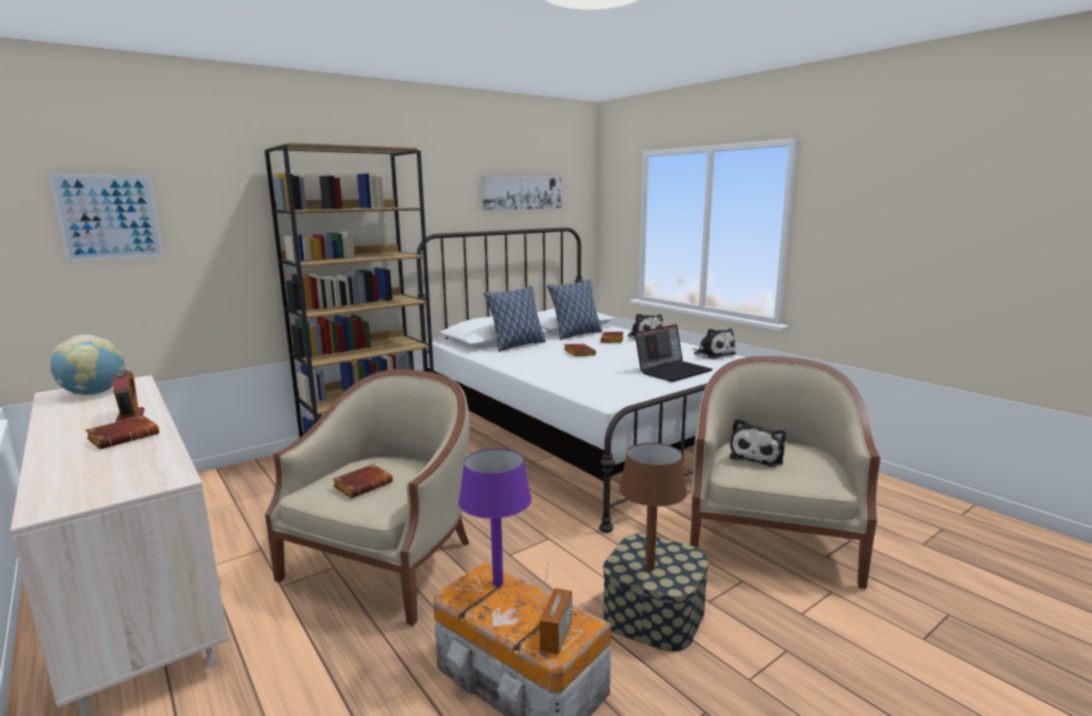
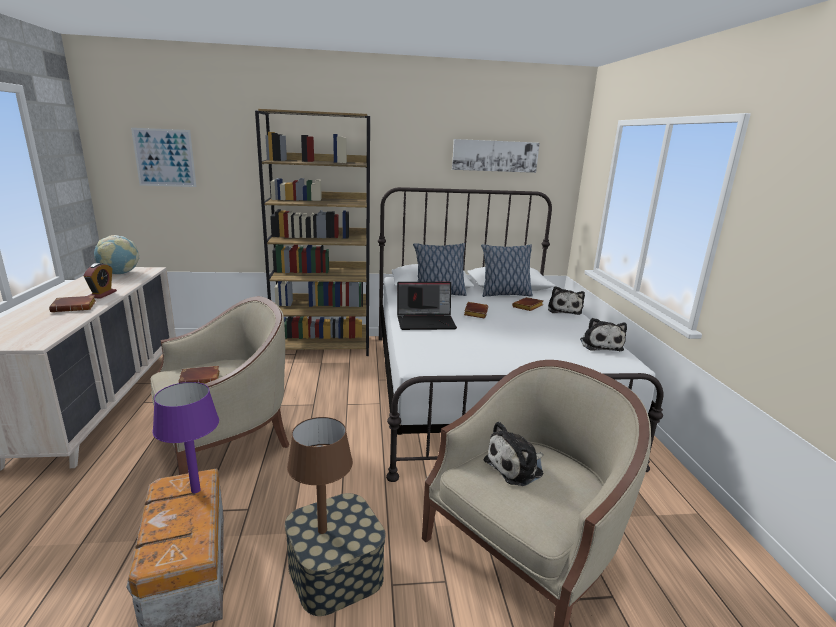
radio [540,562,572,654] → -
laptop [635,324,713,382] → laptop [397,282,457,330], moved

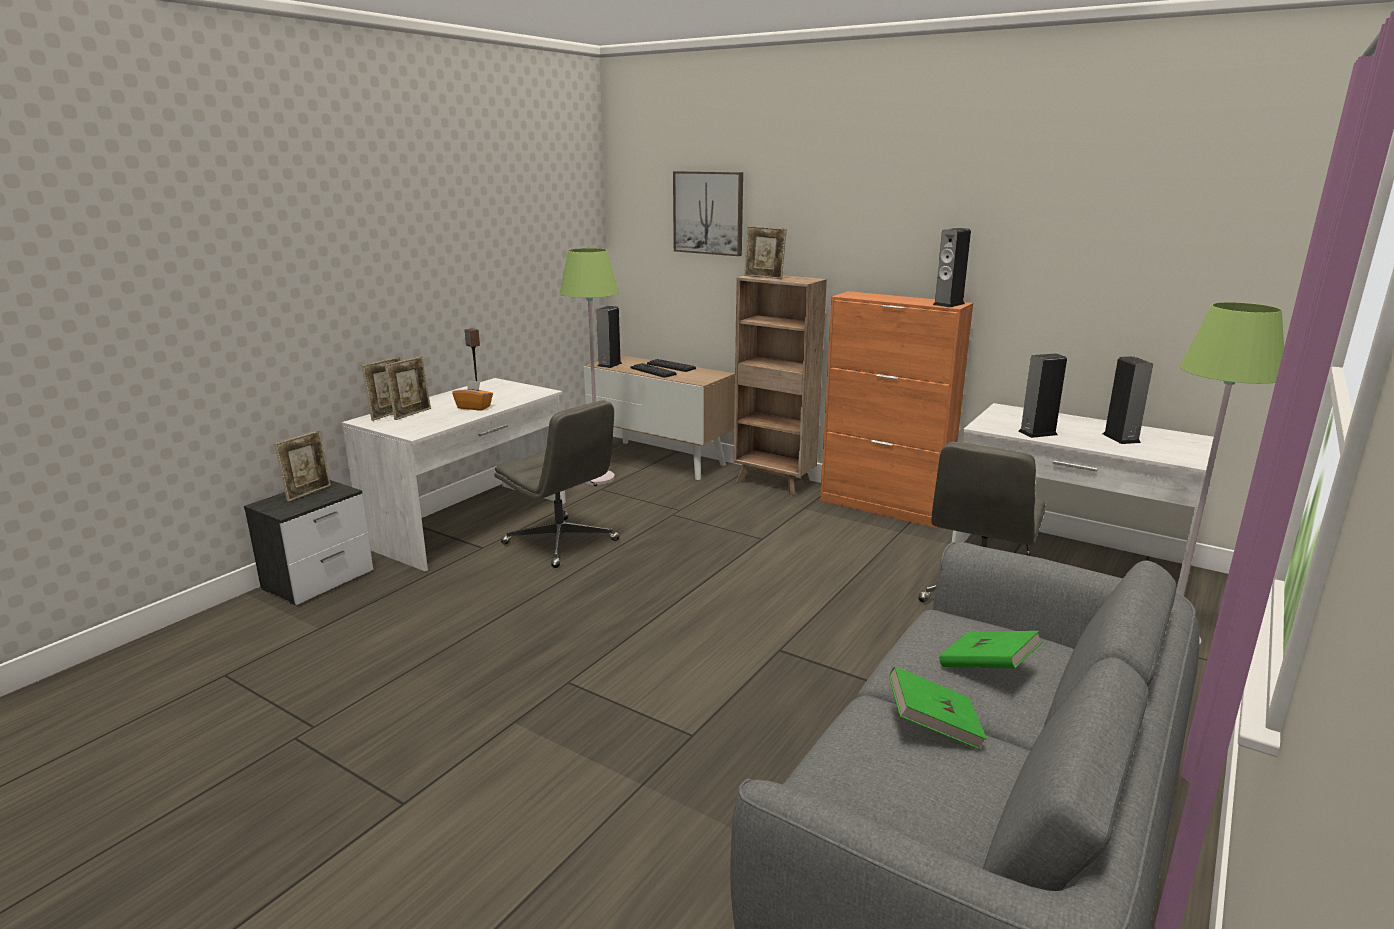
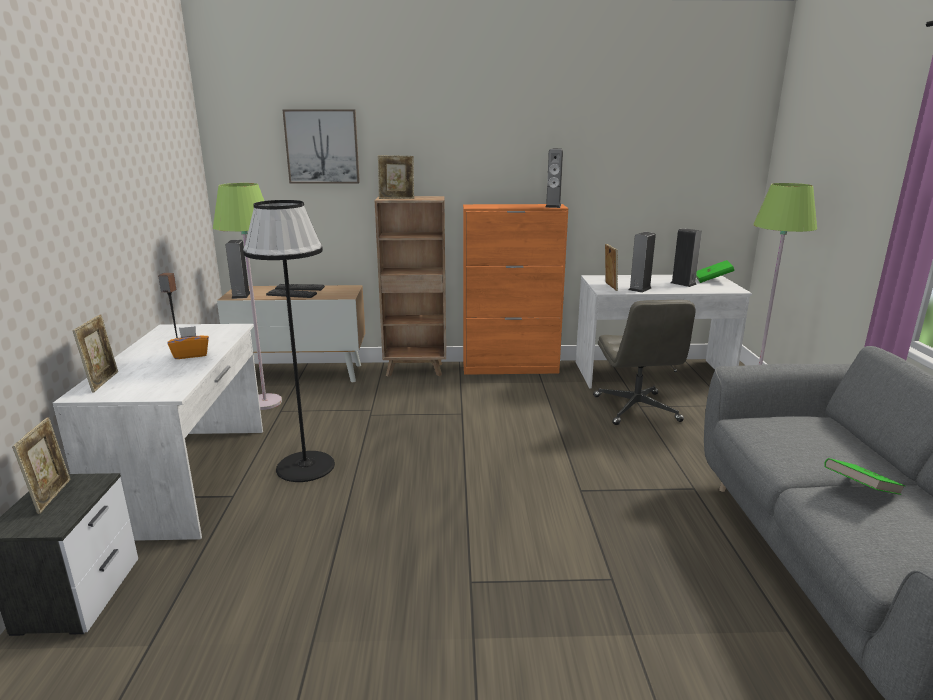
ramka na zdjęcie [385,356,431,420] → ramka na zdjęcie [605,244,618,291], moved
książka/zielony [939,631,1042,669] → książka/zielony [696,260,734,283], moved
krzesło biurowe/szary [494,400,619,568] → lampa stojąca/czarny [243,200,335,482]

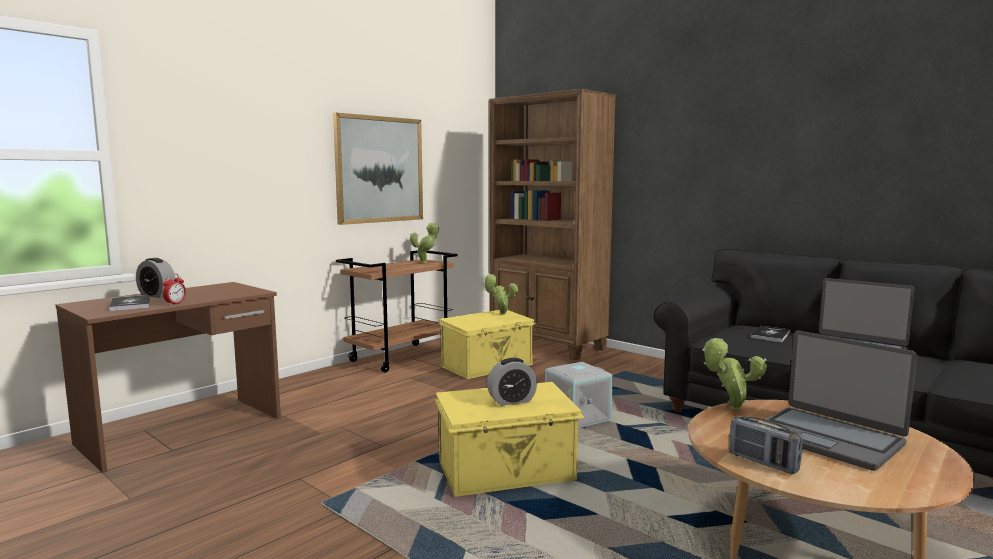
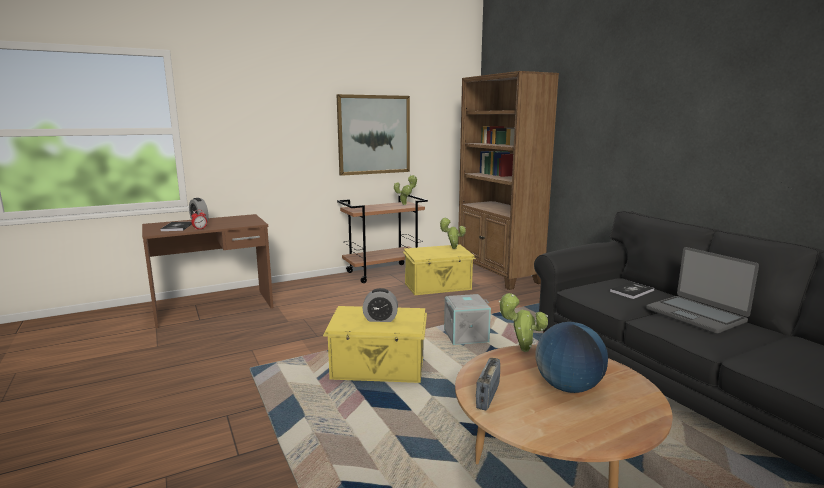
laptop [762,330,917,471] → globus [535,322,608,393]
radio [729,415,803,474] → radio [476,358,500,410], 45 degrees clockwise

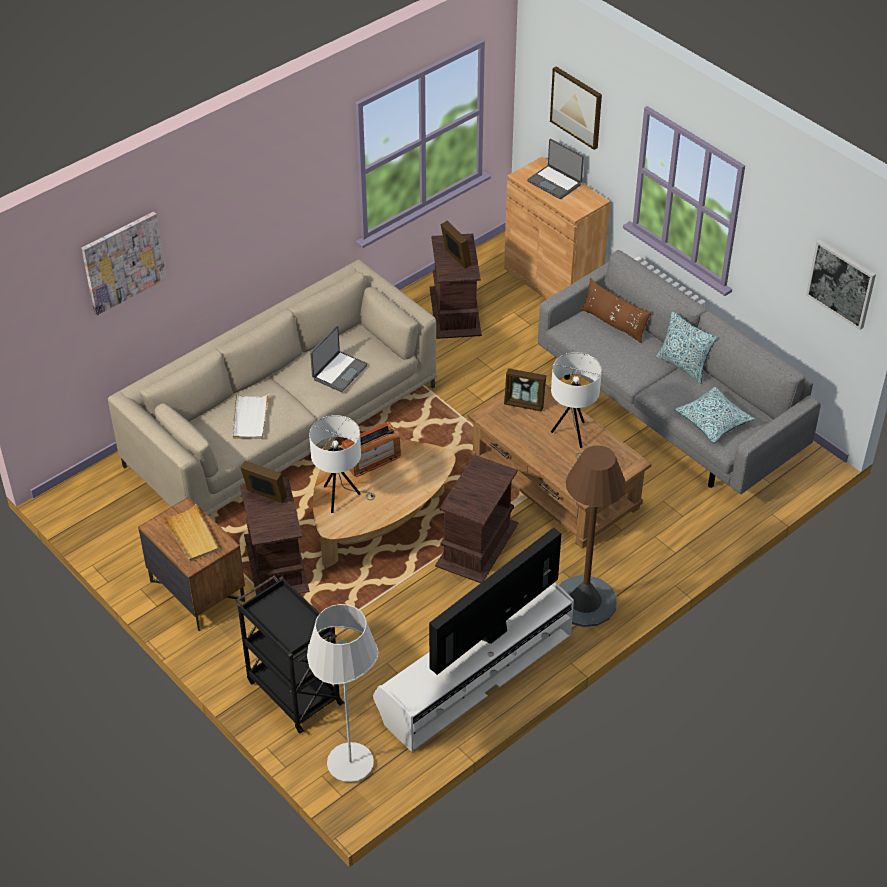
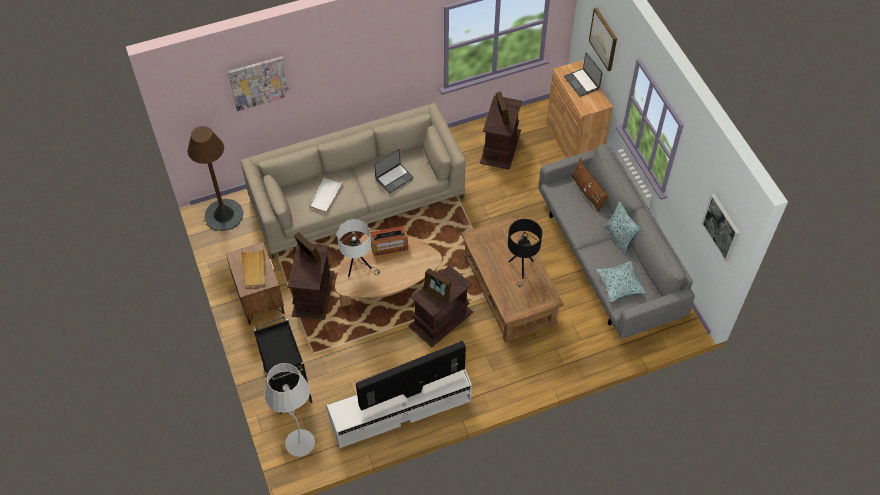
ramka na zdjęcie [504,368,546,411] → ramka na zdjęcie [423,269,451,302], moved
lampa stojąca/brązowy [559,445,626,627] → lampa stojąca/brązowy [187,126,243,231], moved
lampa stołowa/biały [551,352,602,459] → lampa stołowa/czarny [508,219,542,287]

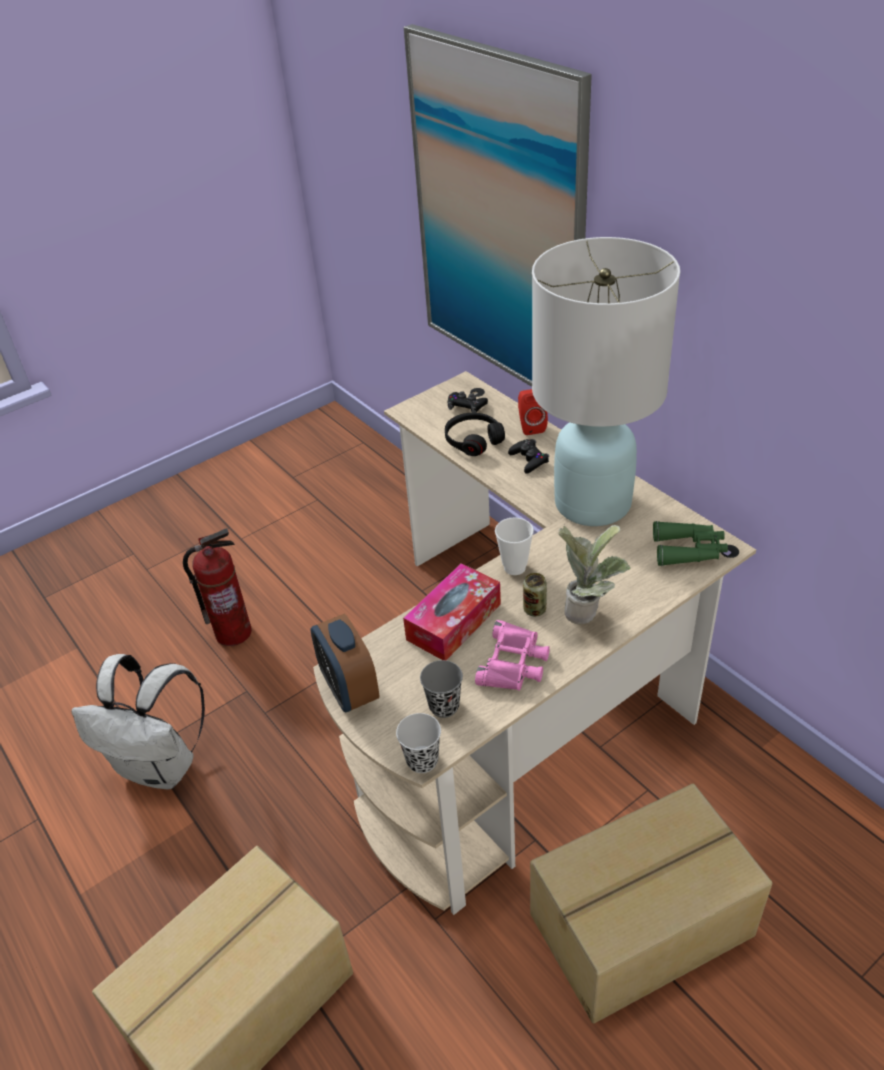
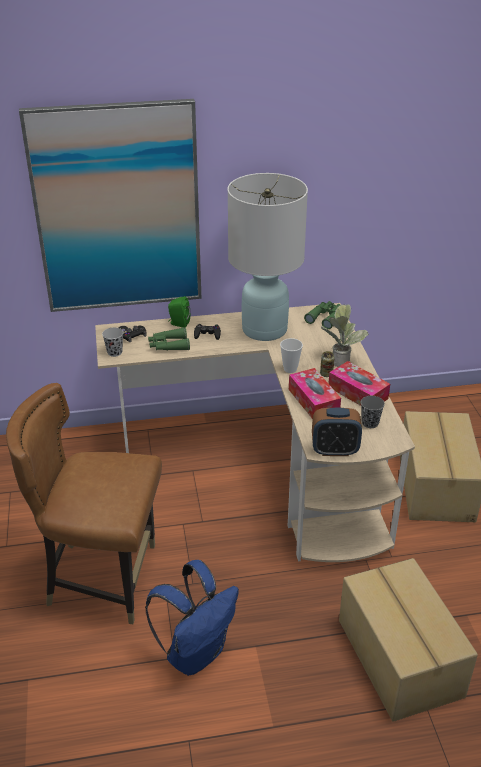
filiżanka/czarny [396,713,441,773] → filiżanka/czarny [102,327,123,357], moved
gaśnica [183,528,252,646] → krzesło/brązowy [6,383,162,624]
słuchawki/czarny [445,413,505,456] → lornetka/zielony [148,327,190,350]
lornetka/różowy [475,620,550,691] → pudełko chusteczek [328,361,390,406]
plecak/biały [71,654,205,790] → plecak/niebieski [145,560,239,676]
głośnik/czerwony [518,389,548,435] → głośnik/zielony [168,296,190,328]

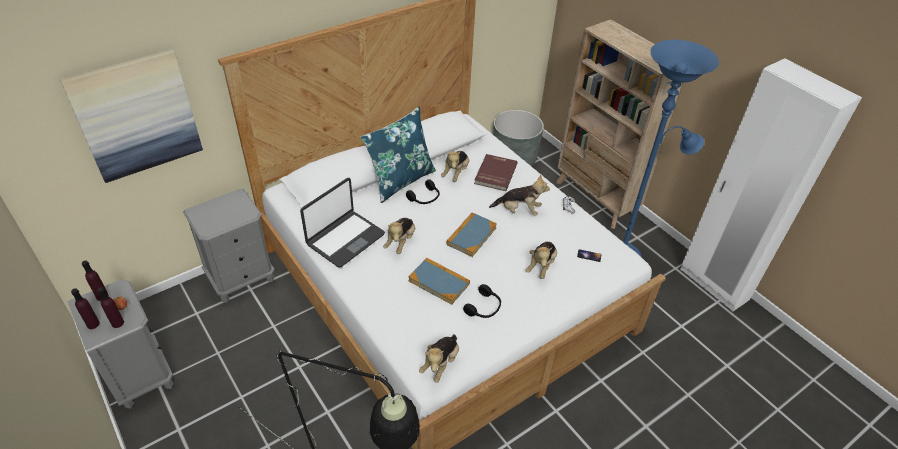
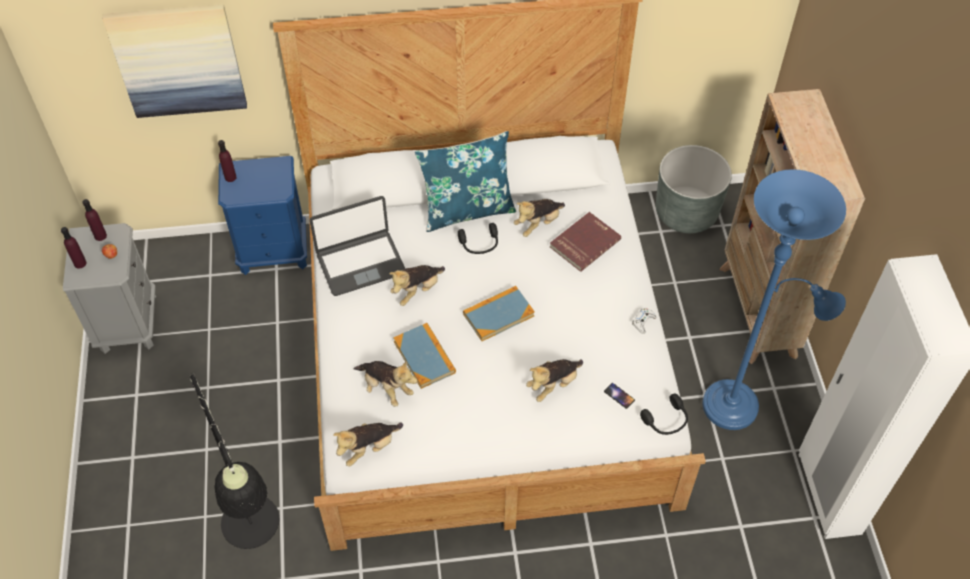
butelka/fioletowy [97,287,124,328] → butelka/fioletowy [218,140,237,182], moved
słuchawki/czarny [463,284,501,318] → słuchawki/czarny [640,394,688,435], moved
pluszak [489,174,550,215] → pluszak [354,361,418,407], moved
szafka nocna/szary [183,188,275,303] → szafka nocna/niebieski [218,156,307,275]

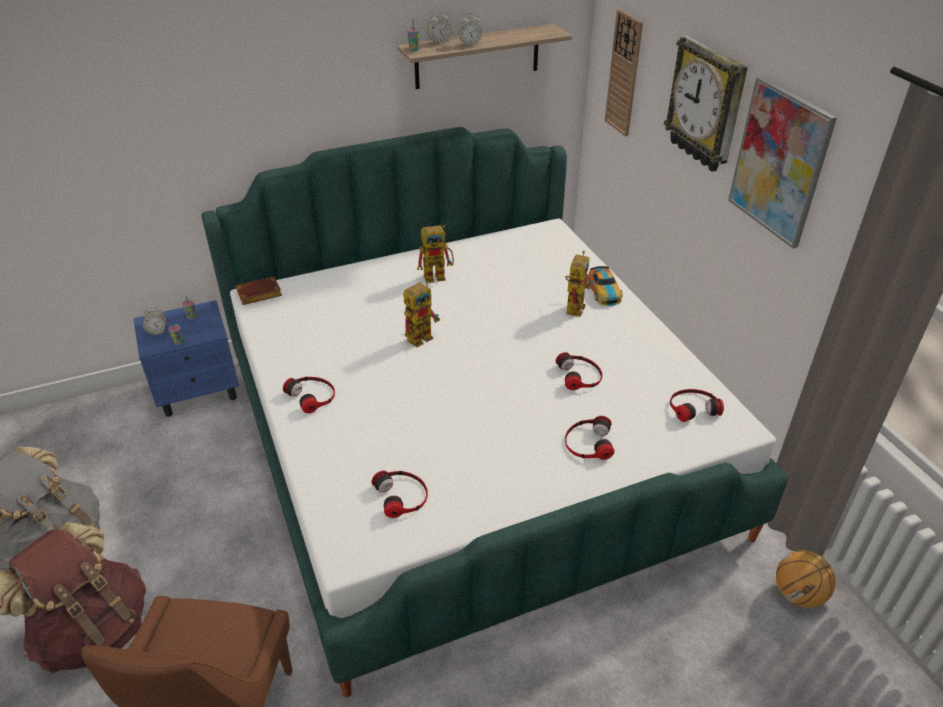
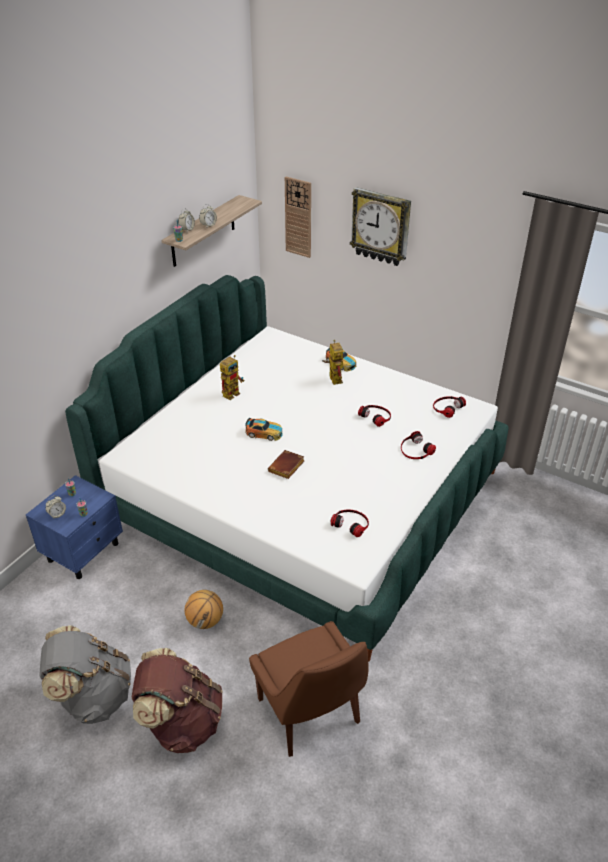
słuchawki [283,377,335,413] → -
obraz [728,77,837,249] → -
książka/brązowy [236,277,282,305] → książka/brązowy [268,450,305,479], moved
piłka do koszykówki [776,551,836,608] → piłka do koszykówki [184,590,223,629], moved
robot zabawkowy [403,281,440,348] → samochodzik [245,418,283,441]

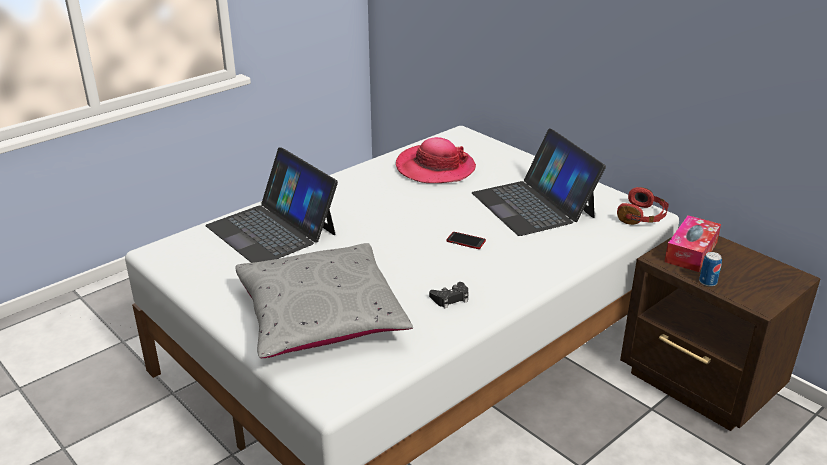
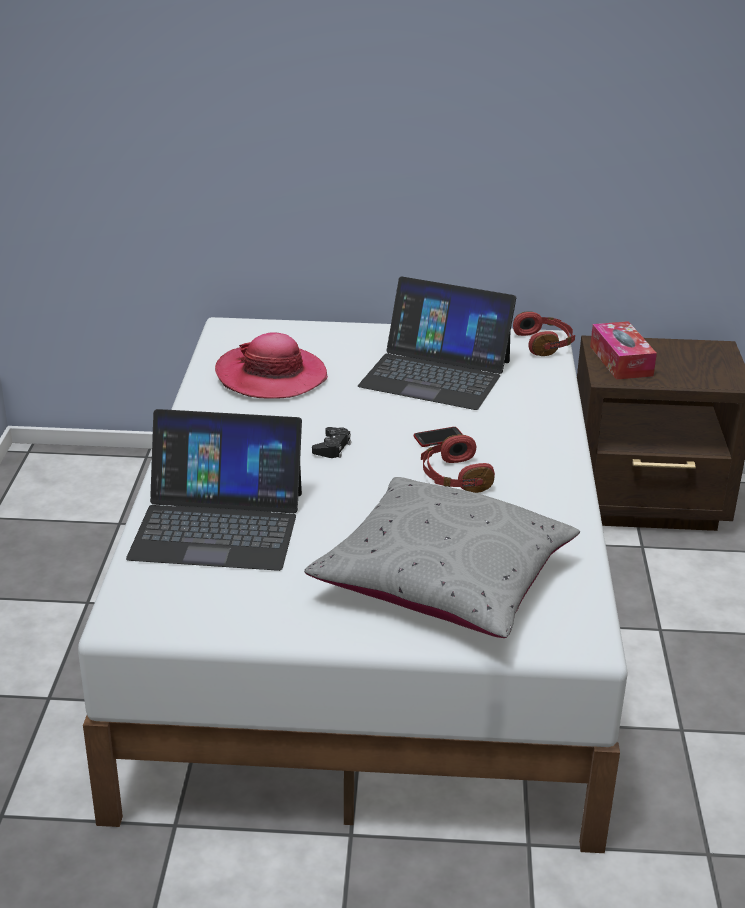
puszka [699,252,722,287] → -
- → słuchawki/czerwony [421,434,495,493]
pad do gier/czarny [429,282,469,308] → pad do gier/czarny [312,427,351,458], moved

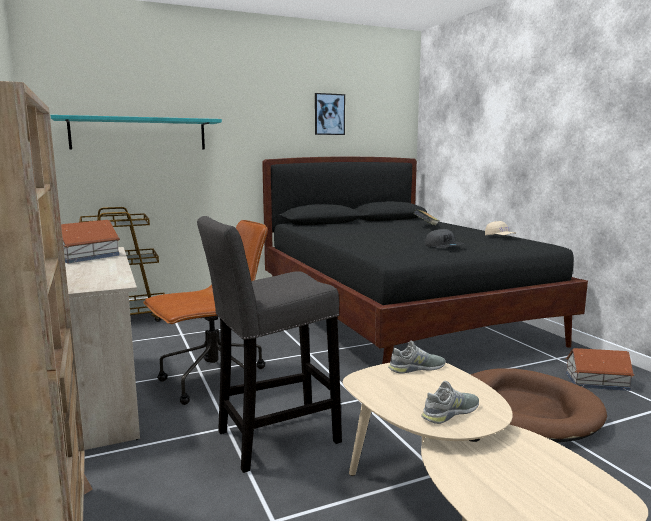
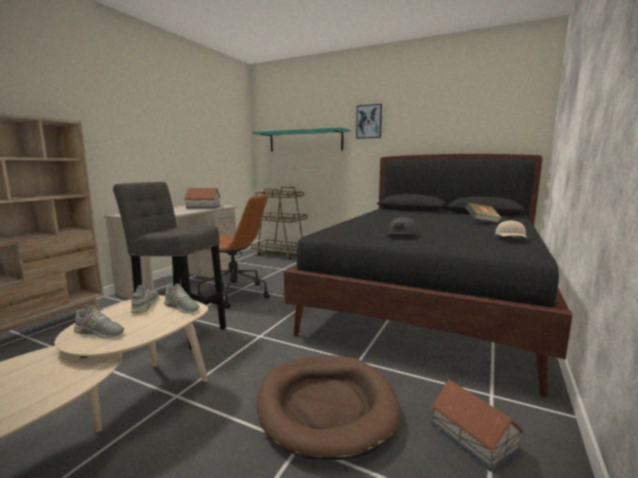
- → but/szary [131,285,159,313]
obraz [315,93,345,135] → obraz [356,104,382,139], moved

